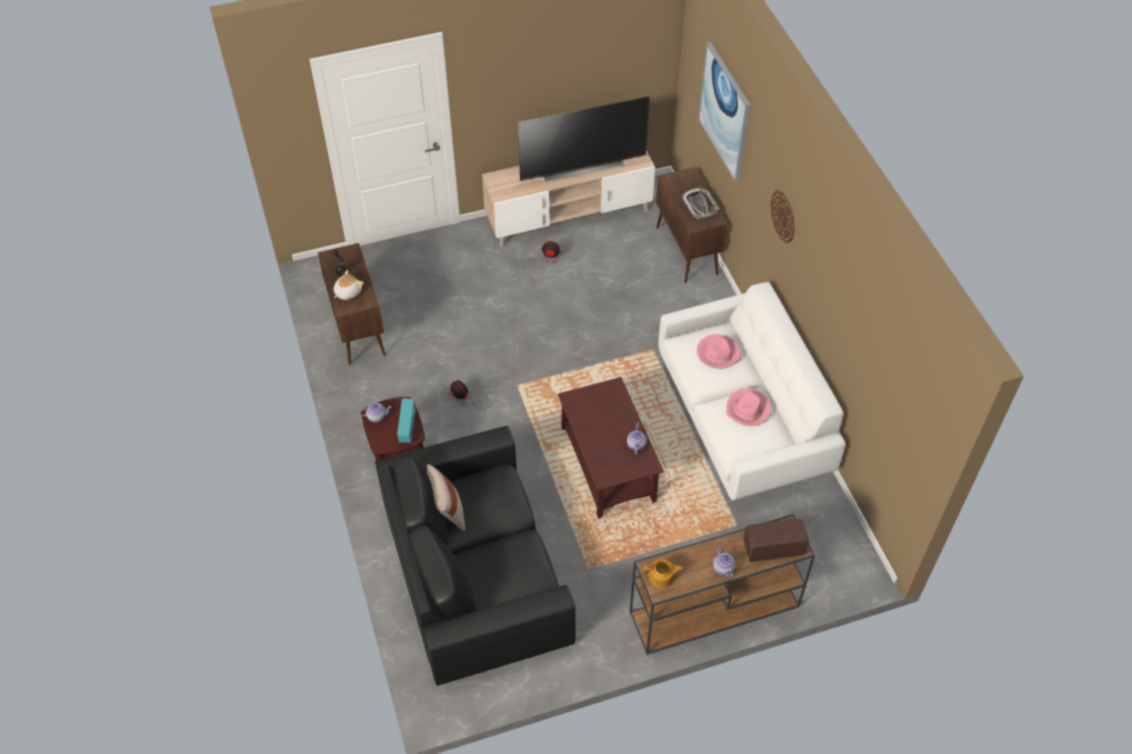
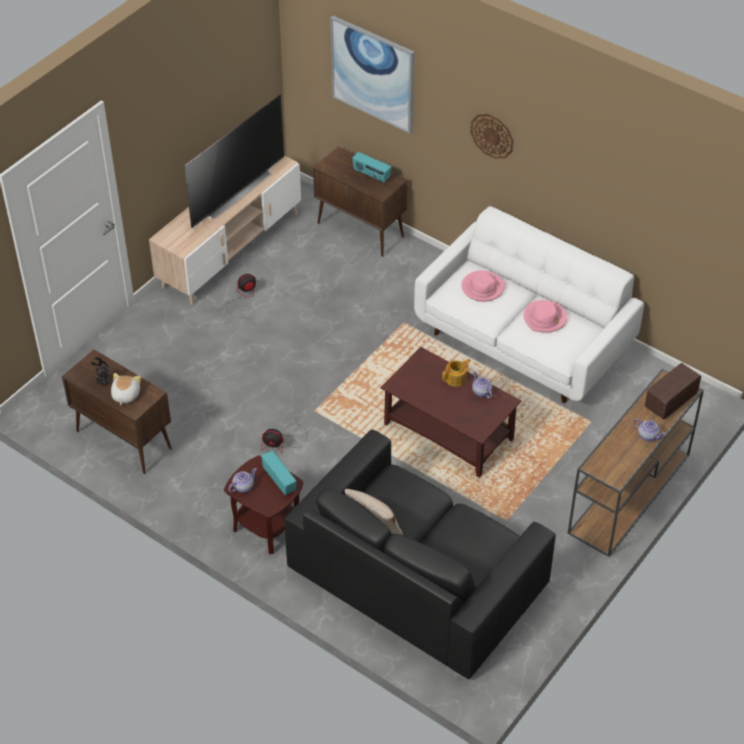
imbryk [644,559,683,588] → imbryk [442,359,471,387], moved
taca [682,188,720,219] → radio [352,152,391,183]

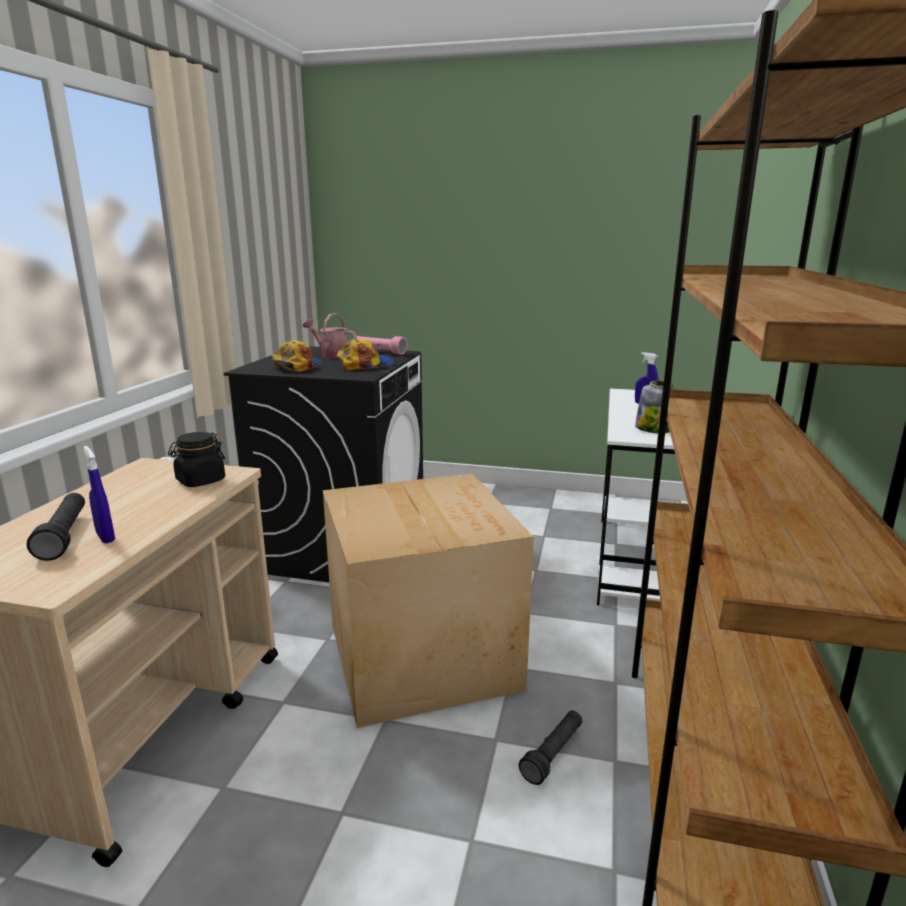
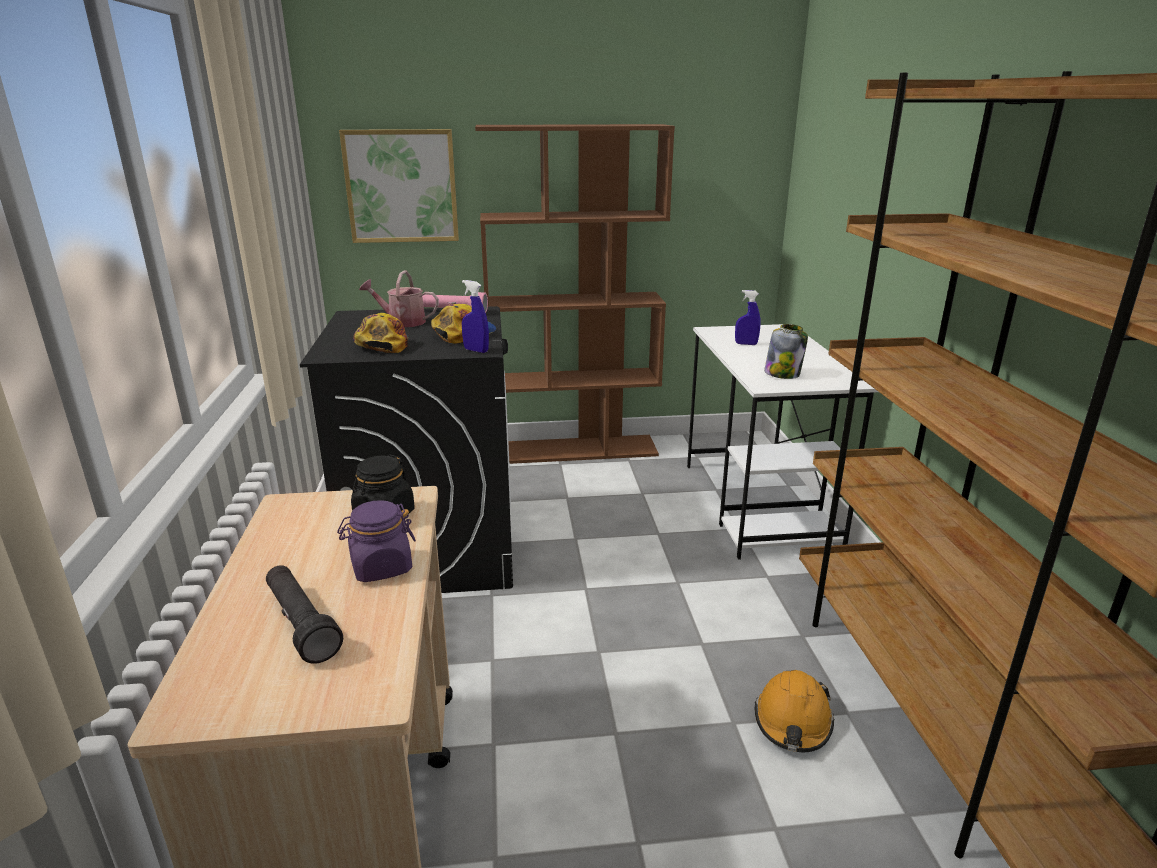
karton [323,473,534,728] → -
- → słoik/fioletowy [337,500,416,582]
- → obraz [339,129,459,243]
- → regał/brązowy [475,124,675,464]
spryskiwacz/niebieski [83,446,115,543] → spryskiwacz/niebieski [462,280,489,353], moved
latarka/czarny [519,711,582,785] → kask/pomarańczowy [755,670,834,752]

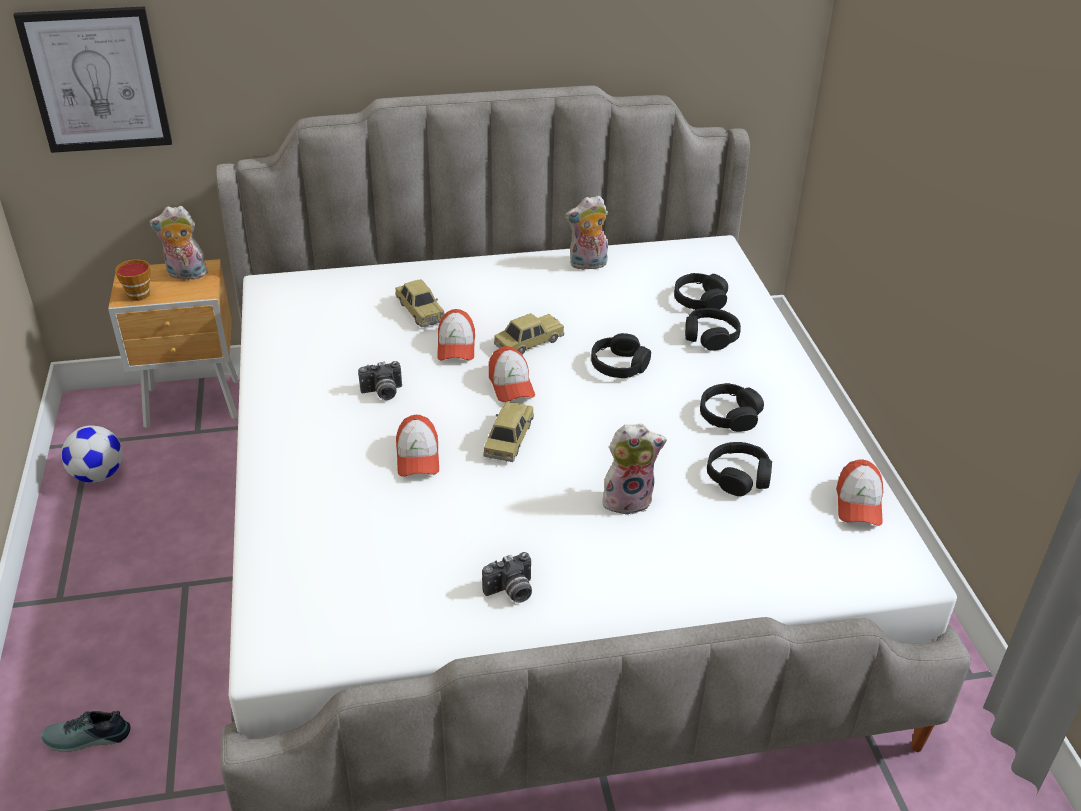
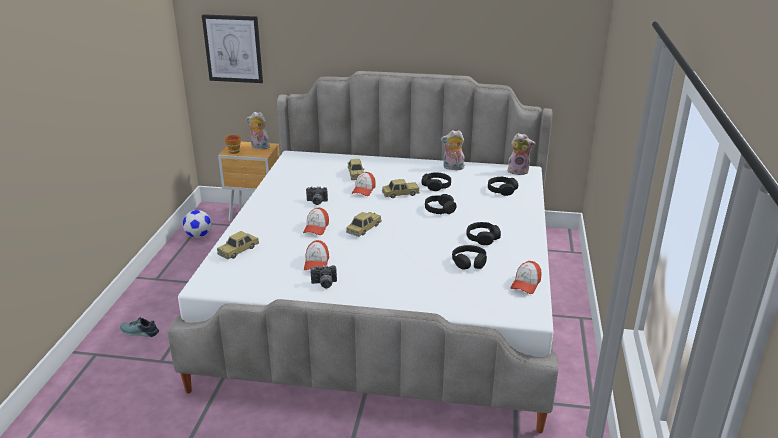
- → samochodzik [217,231,259,259]
czapka z daszkiem [489,346,535,402] → czapka z daszkiem [304,240,329,270], moved
pluszak [602,424,667,515] → pluszak [507,133,535,175], moved
słuchawki/czarny [685,308,741,351] → słuchawki/czarny [421,172,451,191], moved

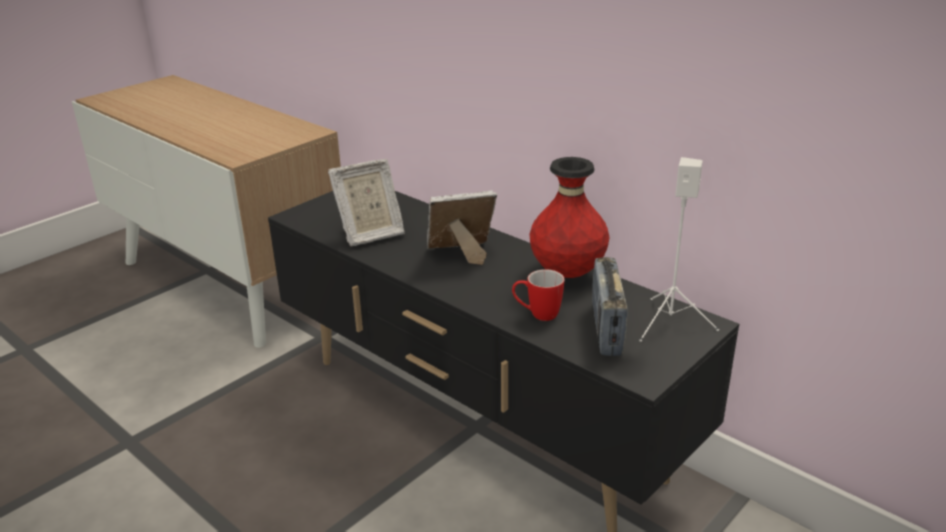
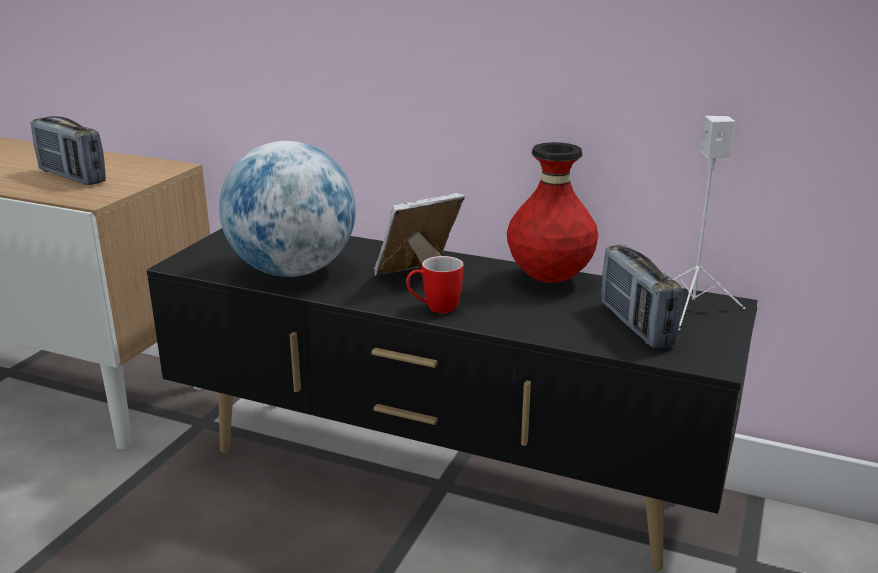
- → radio [31,116,106,185]
kubek [512,269,564,321] → kubek [406,256,464,313], moved
ramka na zdjęcie [328,159,405,247] → globus [219,141,356,277]

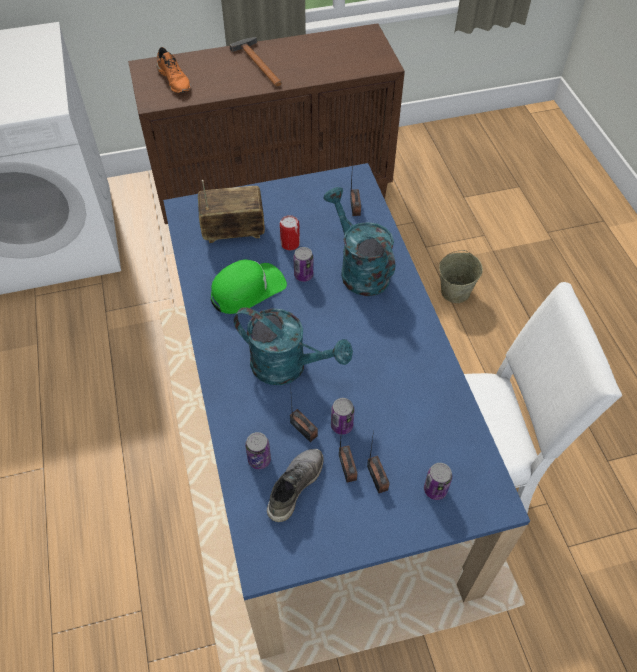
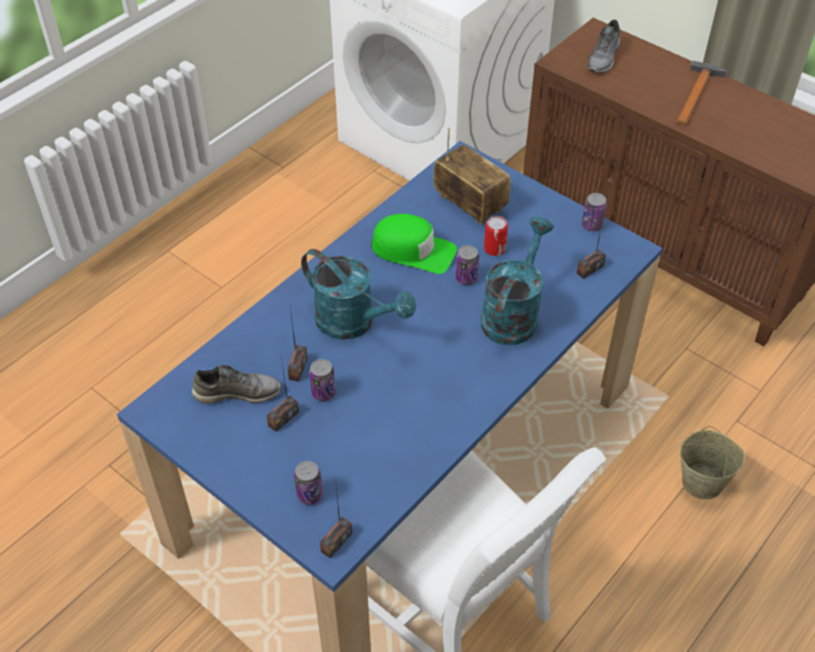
puszka [245,432,271,469] → puszka [582,193,607,231], moved
radio [367,430,390,493] → radio [320,486,352,558], moved
but/pomarańczowy [157,47,191,93] → but/szary [586,20,620,73]
konewka/turkusowy [234,307,353,385] → konewka/turkusowy [301,249,416,340], 45 degrees counterclockwise

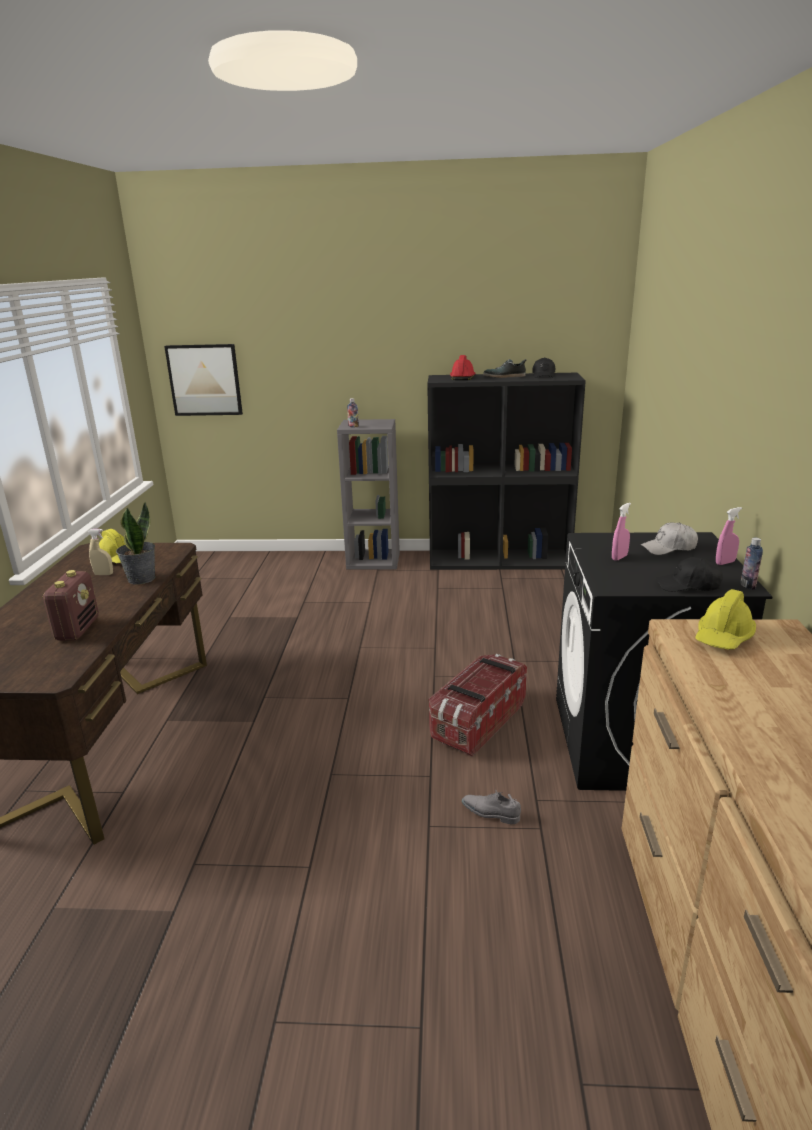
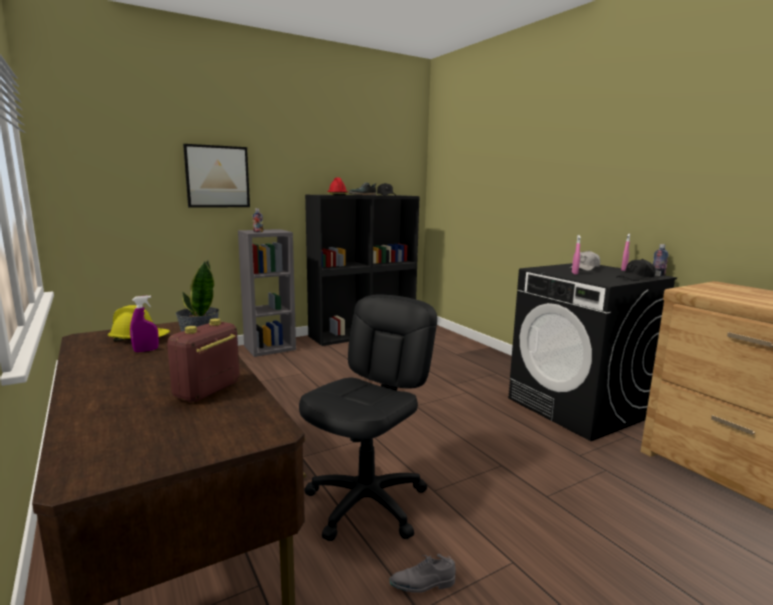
pojemnik do przechowywania [429,654,527,757] → -
kask/żółty [695,589,756,650] → -
- → krzesło biurowe/czarny [299,294,437,541]
obraz [164,344,243,416] → obraz [183,144,250,208], moved
but/szary [462,790,521,824] → but/szary [390,554,456,593], moved
spryskiwacz/beżowy [88,529,113,575] → spryskiwacz/fioletowy [130,295,159,352]
radio [42,570,99,641] → radio [167,318,240,402], 120 degrees counterclockwise

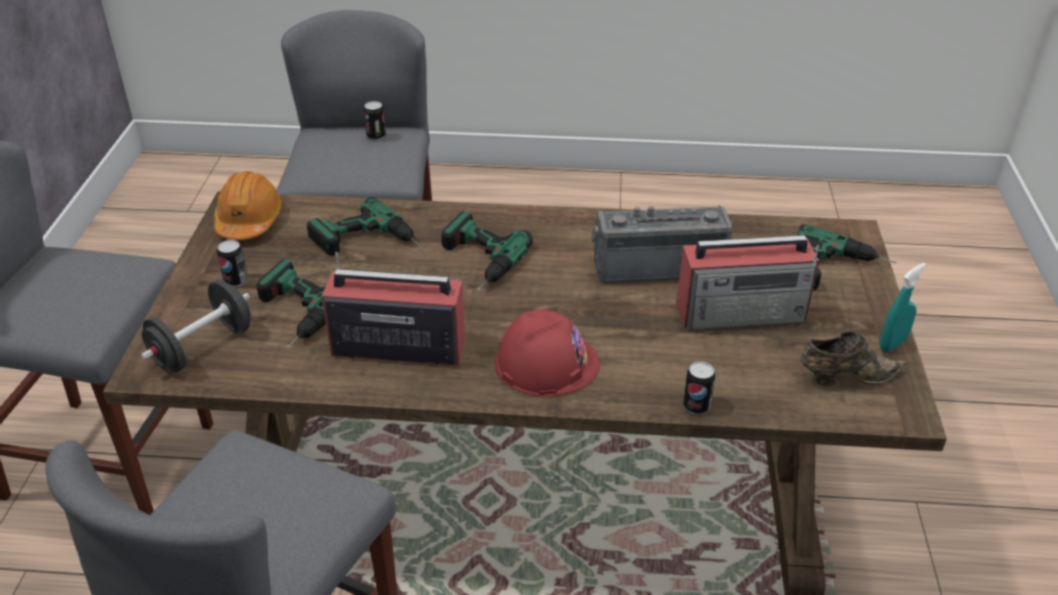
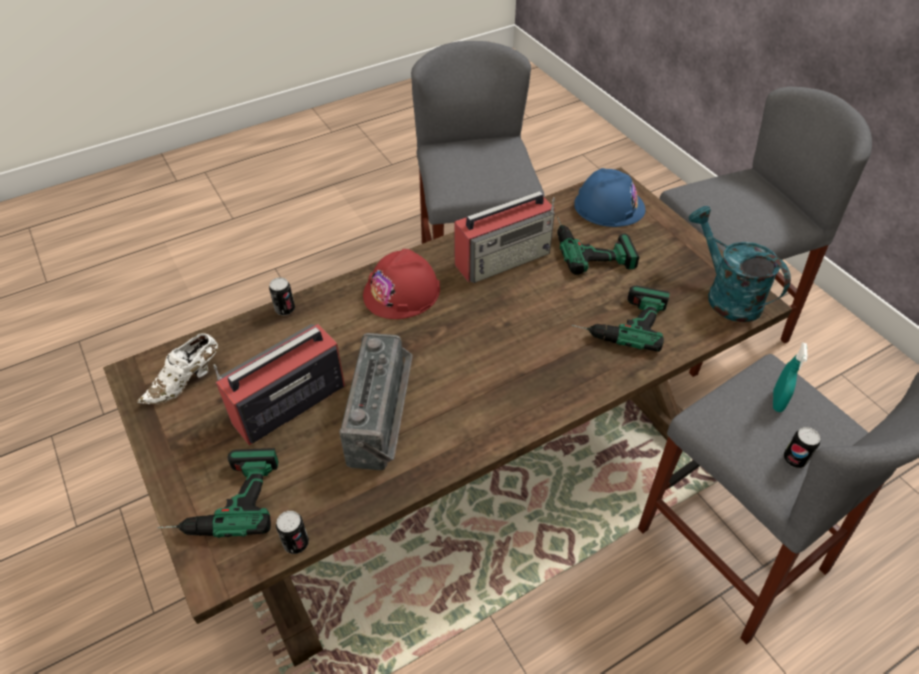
wiertarka [441,211,533,291] → -
puszka [217,240,248,287] → puszka [276,511,309,554], moved
spryskiwacz/turkusowy [880,263,926,352] → spryskiwacz/turkusowy [773,343,808,412], moved
hantel/czarny [141,280,250,372] → kask/niebieski [574,168,645,227]
kask/pomarańczowy [214,171,283,240] → konewka/turkusowy [688,206,791,322]
but/brązowy [800,331,906,386] → but/biały [137,333,218,405]
radio [591,205,733,283] → radio [339,333,413,470], 45 degrees counterclockwise

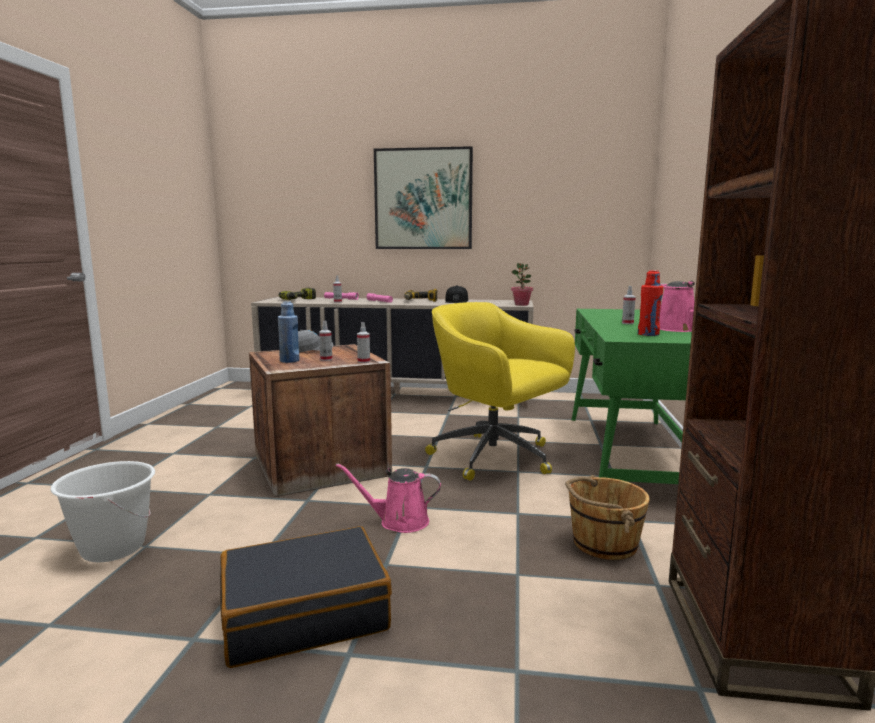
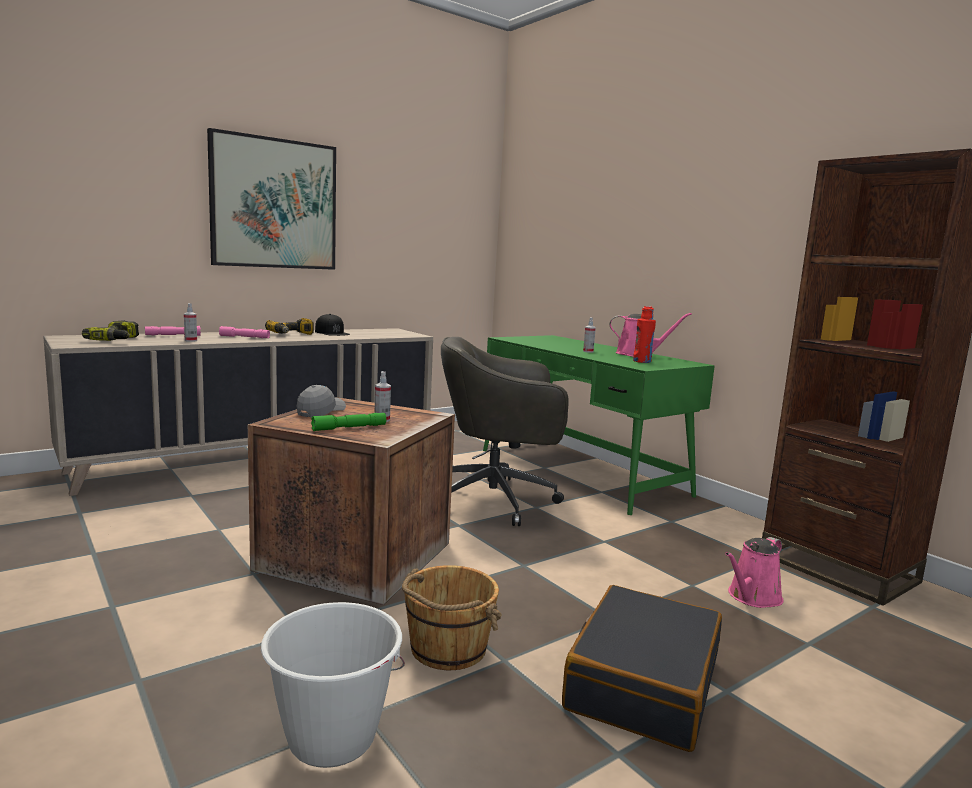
spryskiwacz [357,322,370,363] → -
roślina doniczkowa [511,263,533,306] → -
konewka/różowy [336,463,441,533] → konewka/różowy [725,537,783,608], moved
wiadro/brązowy [565,475,650,560] → wiadro/brązowy [402,565,502,670], moved
butelka/niebieski [278,301,299,363] → latarka/zielony [311,413,386,431]
krzesło biurowe/żółty [425,302,575,480] → krzesło biurowe/szary [441,337,569,526]

